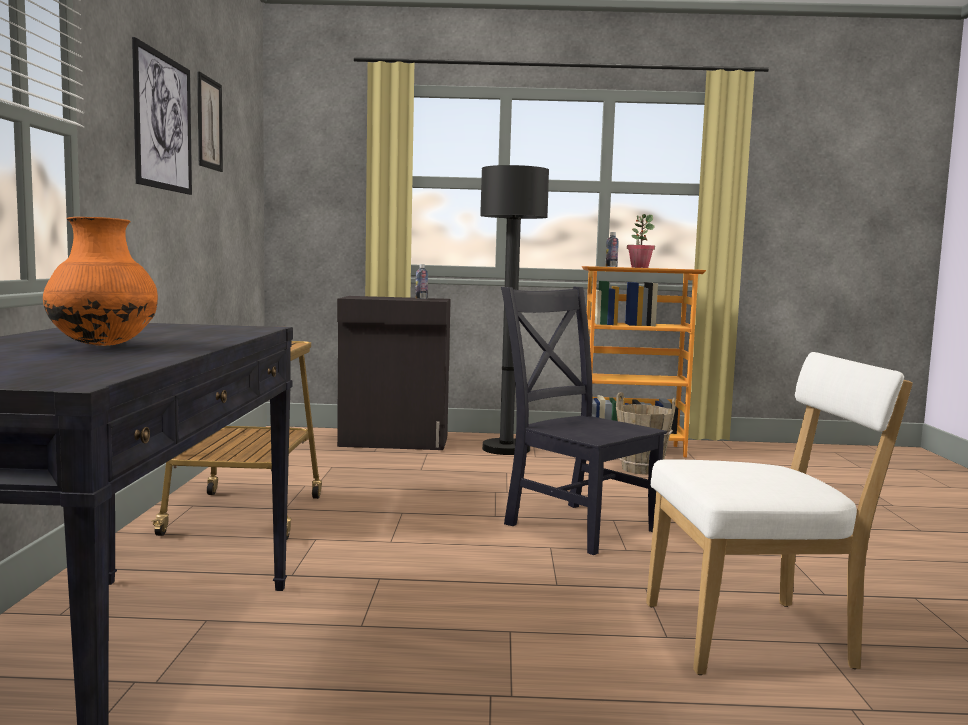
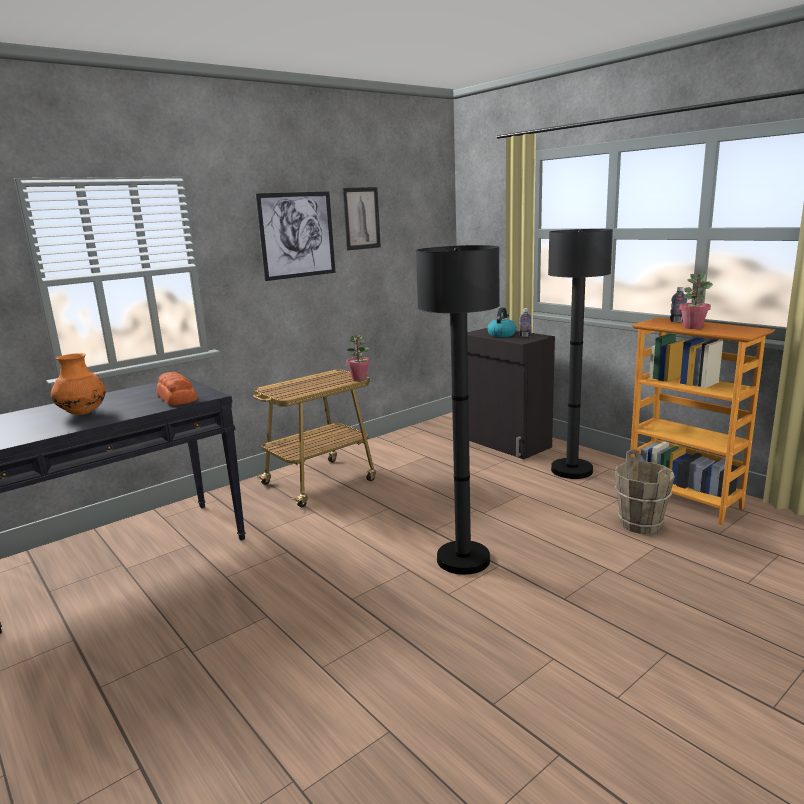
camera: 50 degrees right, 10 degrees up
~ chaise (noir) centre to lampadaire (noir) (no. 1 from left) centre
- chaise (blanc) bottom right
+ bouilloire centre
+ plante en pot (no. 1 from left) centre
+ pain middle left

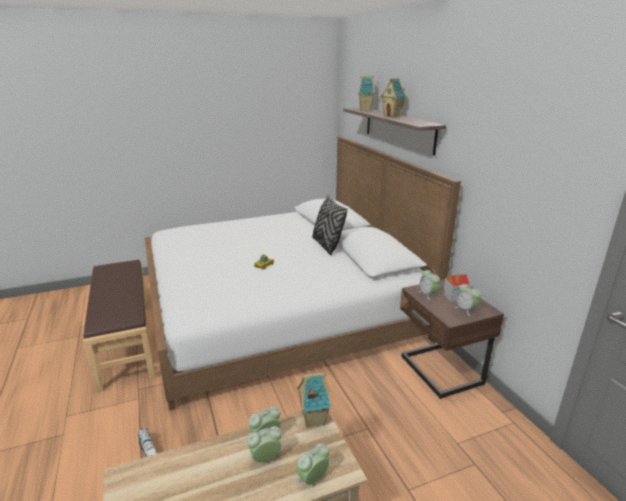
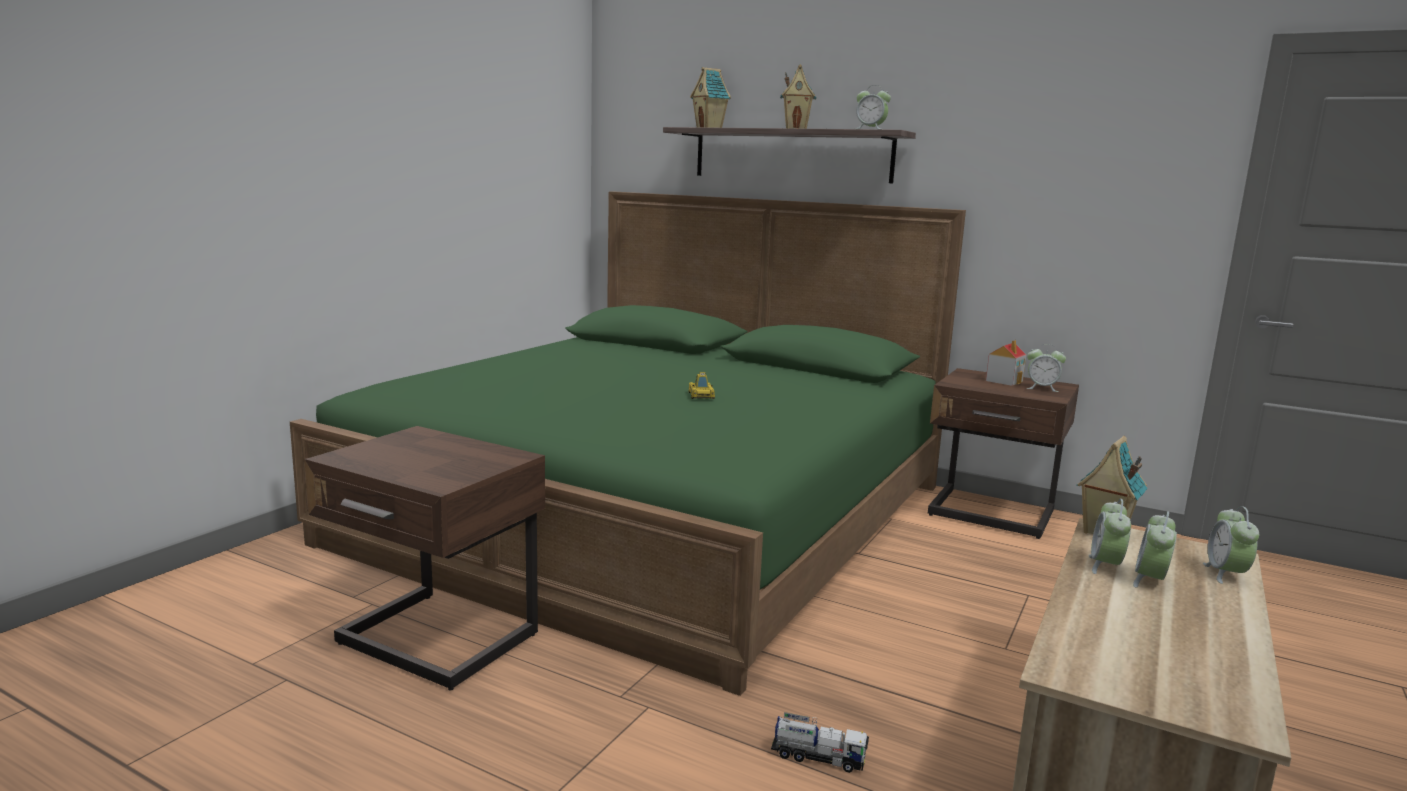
camera: 40 degrees left, 10 degrees down
~ lit (blanc) centre to lit (vert) centre
- coussin (noir) centre
~ banc (marron) middle left to table de chevet (marron) (no. 1 from left) bottom left
~ réveil (no. 4 from left in the first image) middle right to réveil (no. 1 from left) top centre

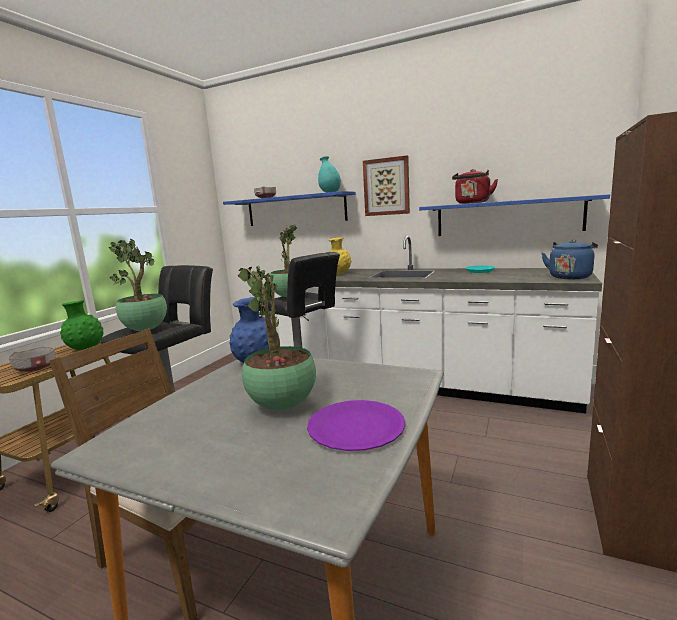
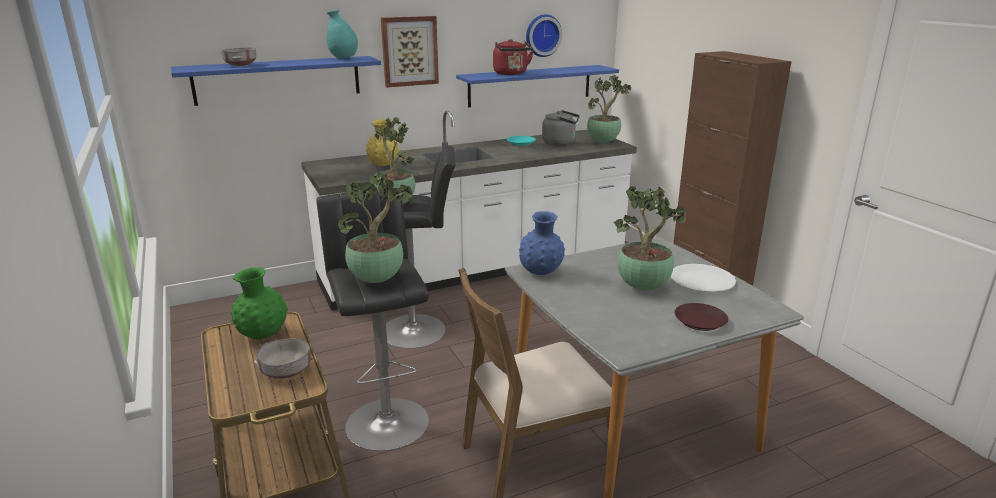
camera: 50 degrees left, 10 degrees up
~ bouilloire (bleu) middle right to plante en pot (no. 3 from left) top centre
~ assiette (violet) bottom centre to assiette (blanc) middle right
+ horloge murale top centre
+ bouilloire (gris) top centre
+ assiette (marron) middle right

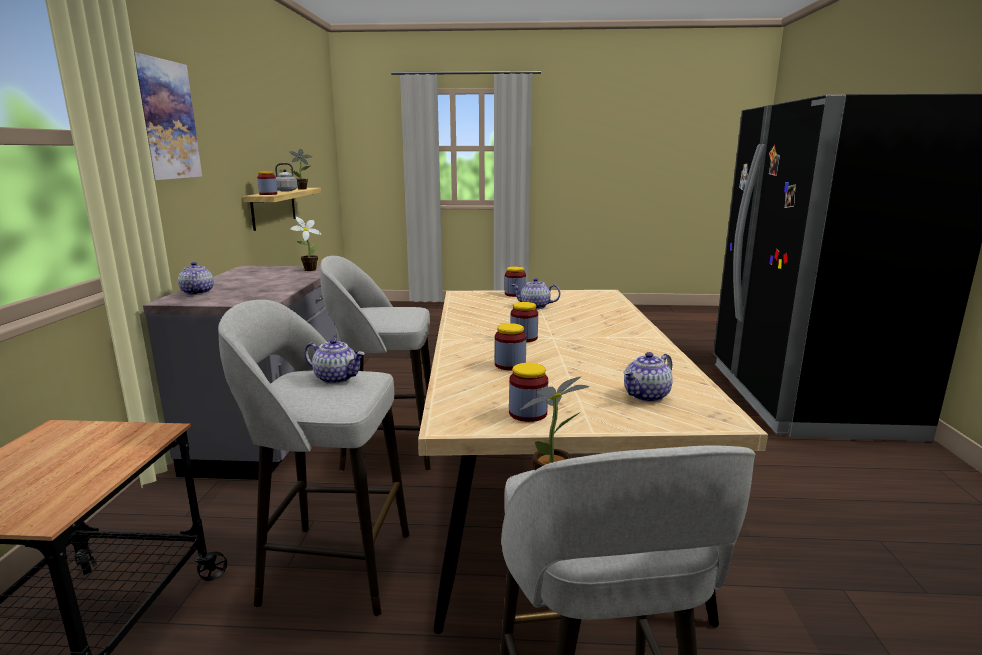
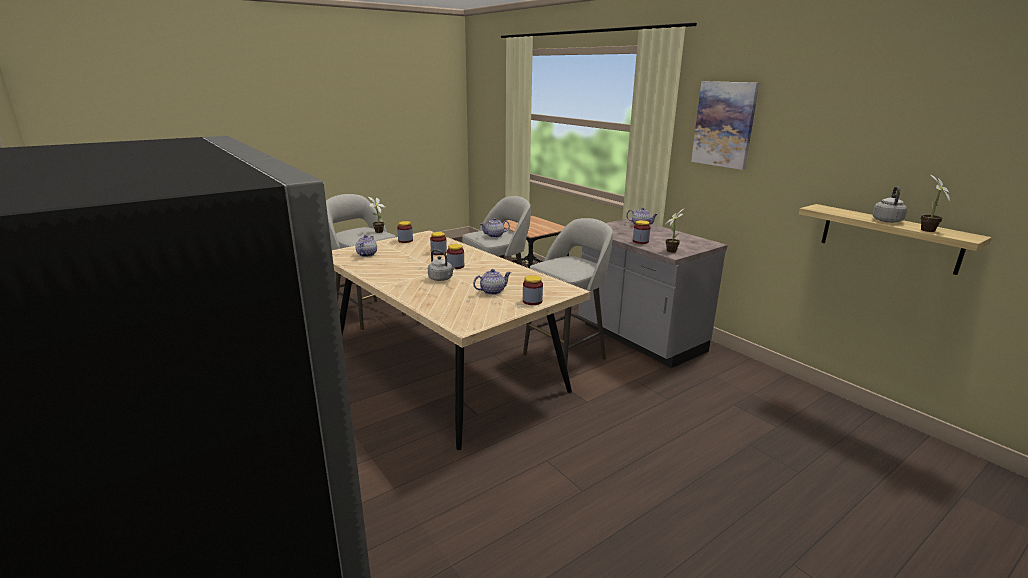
camera: 140 degrees right, 5 degrees up
~ bocal (no. 1 from left in the first image) top left to bocal (no. 5 from left) centre
+ bouilloire (gris) (no. 1 from left) centre

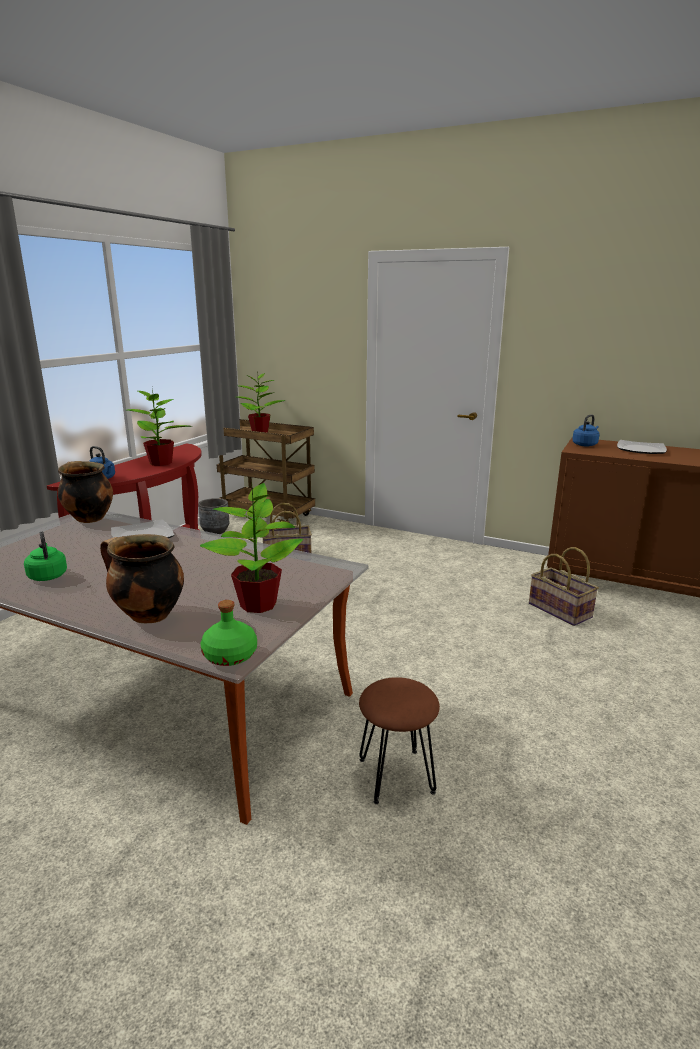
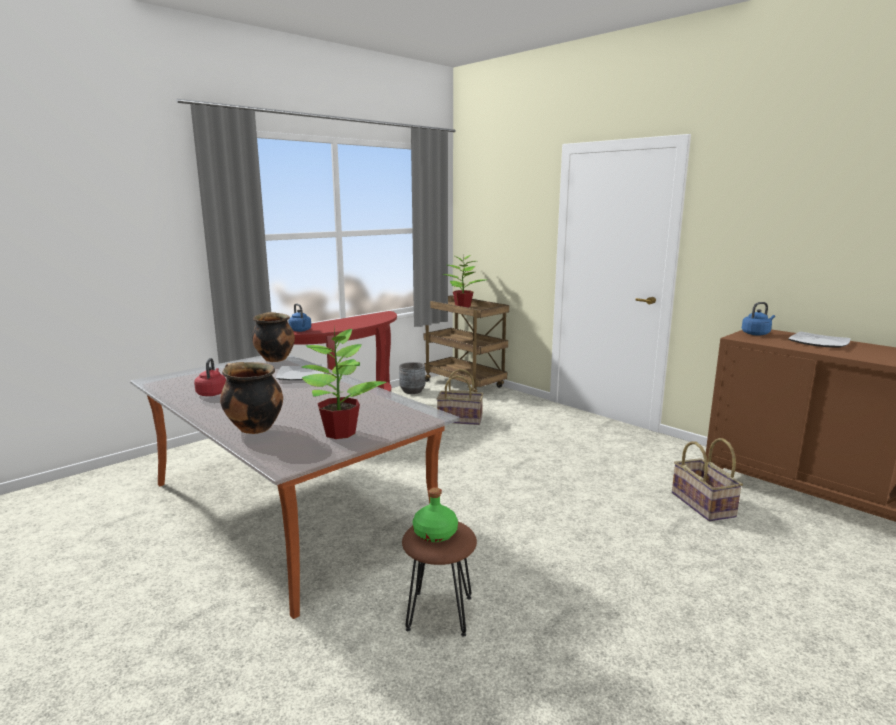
camera: 20 degrees right, 5 degrees down
- plante en pot (no. 1 from left) middle left
~ bouilloire (vert) middle left to bouilloire (rouge) middle left
~ bouteille (vert) middle left to bottom centre

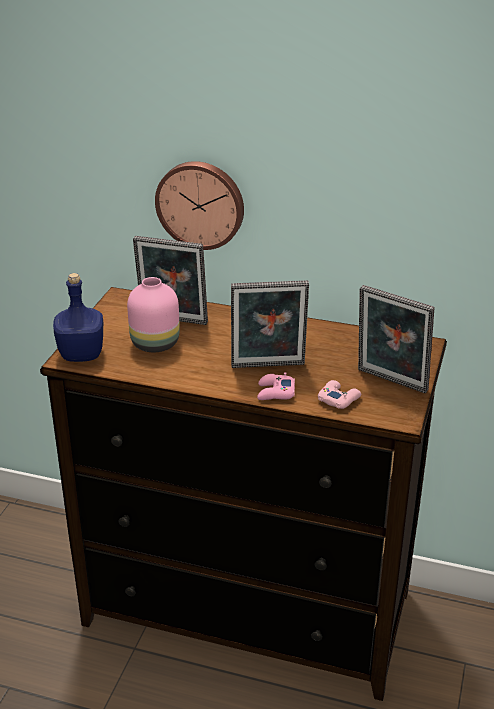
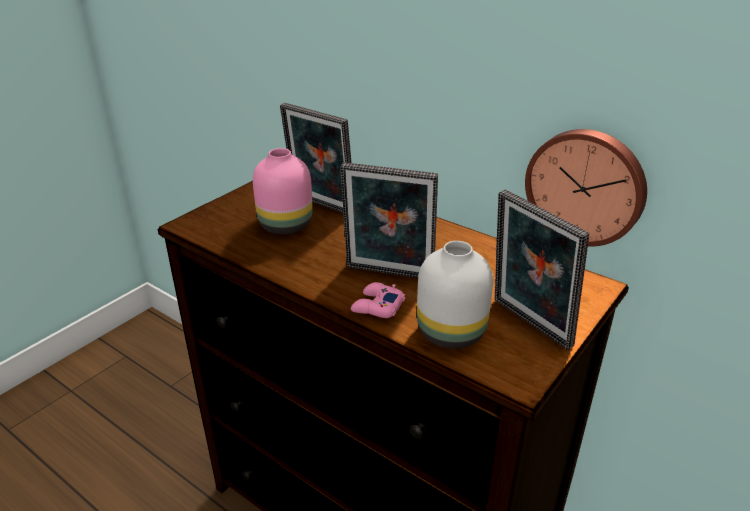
camera: 20 degrees right, 0 degrees up
~ horloge murale top centre to middle right
- bouteille (bleu) middle left
~ manette (rose) (no. 2 from left) middle right to vase (blanc) centre

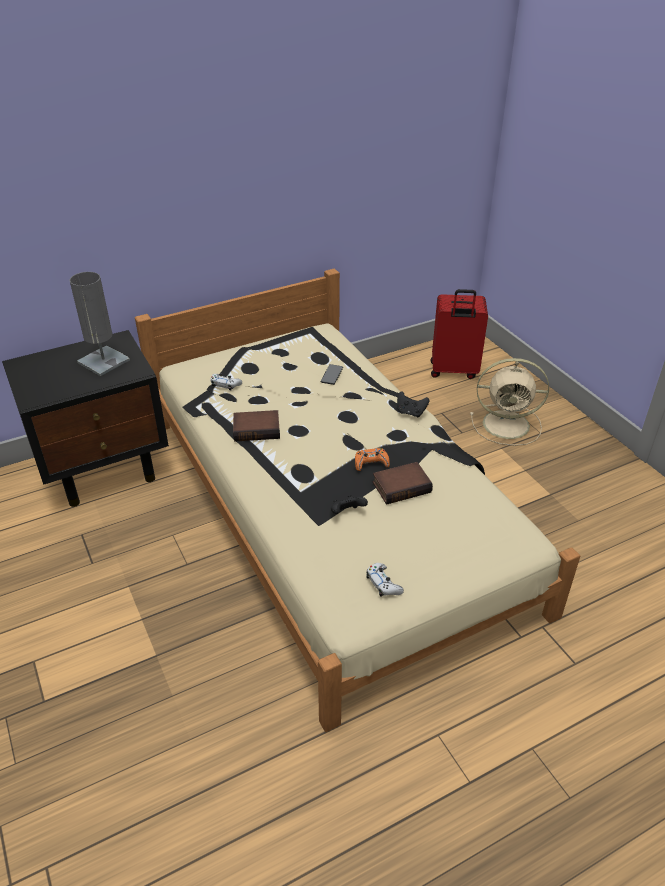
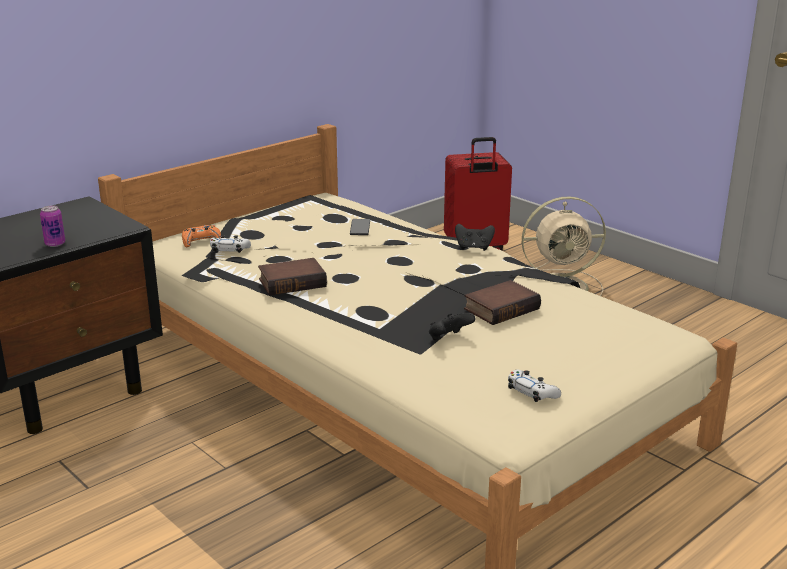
camera: 15 degrees left, 15 degrees down
- lampe de table (gris) middle left
~ manette (orange) centre to middle left
+ boîte métallique middle left

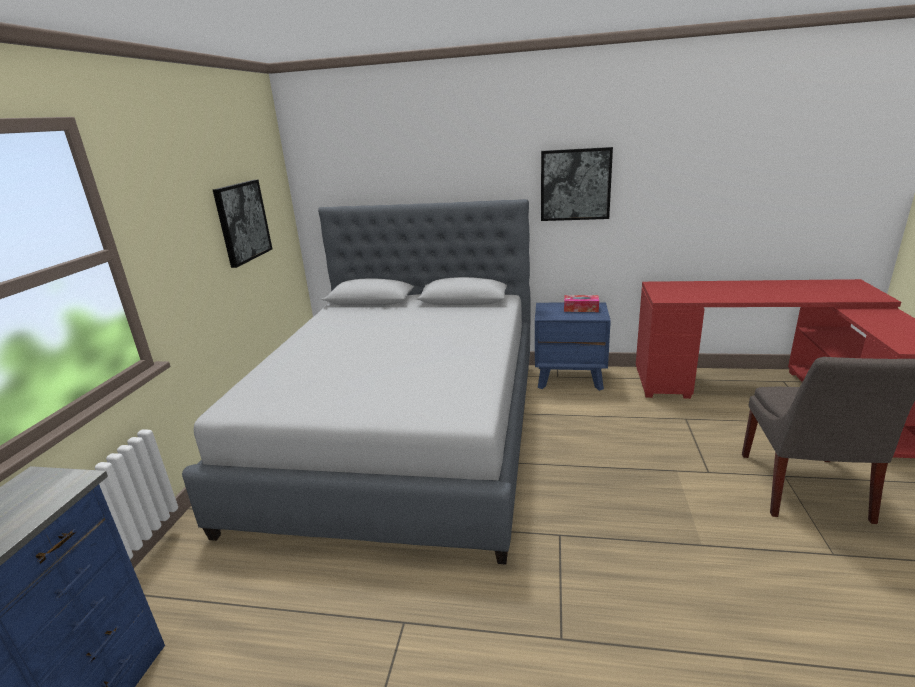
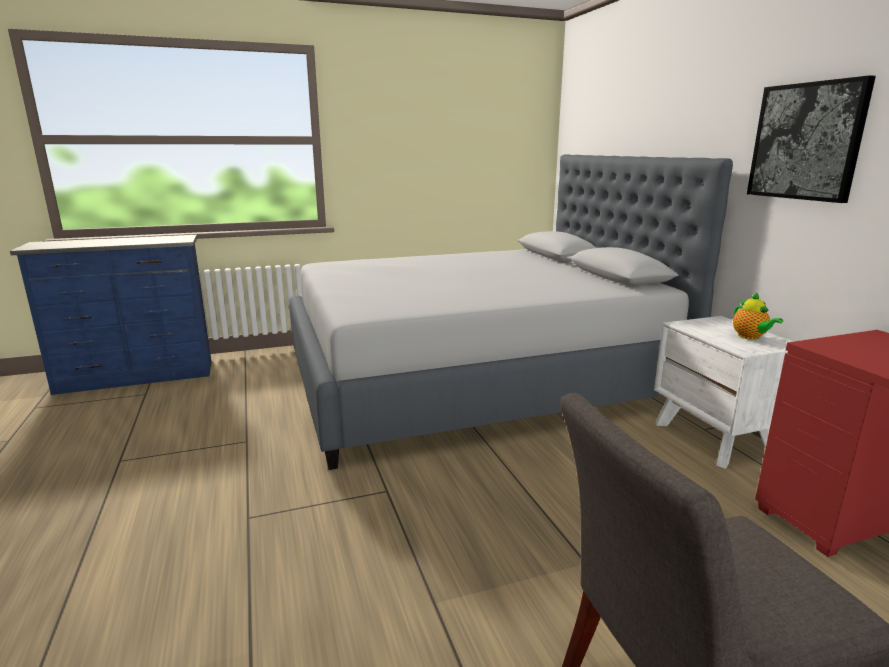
camera: 60 degrees right, 5 degrees down
- tableau (no. 1 from left) top left
~ boîte à mouchoirs centre to théière middle right
~ table de chevet (bleu) centre to table de chevet (blanc) middle right

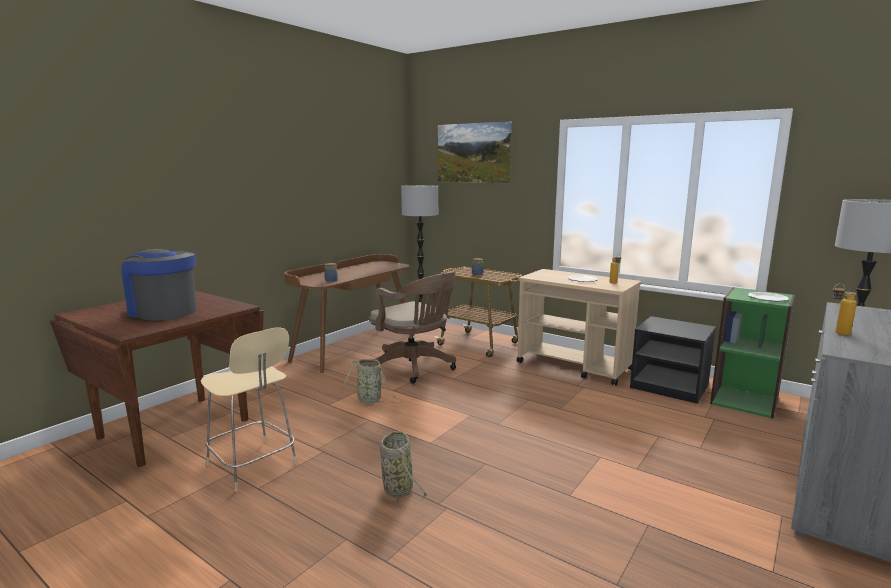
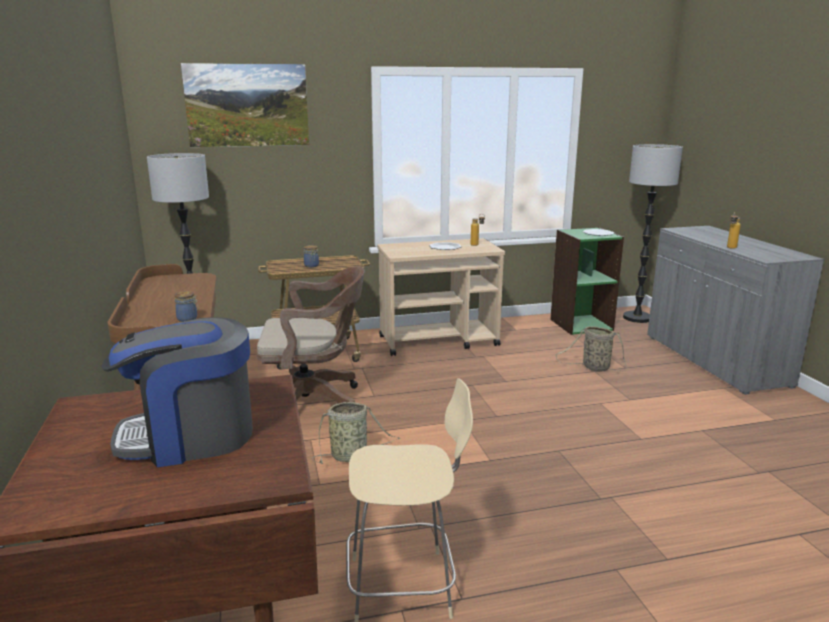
camera: 50 degrees left, 5 degrees up
- table de chevet (noir) middle right
~ panier (no. 2 from left) bottom centre to middle right

